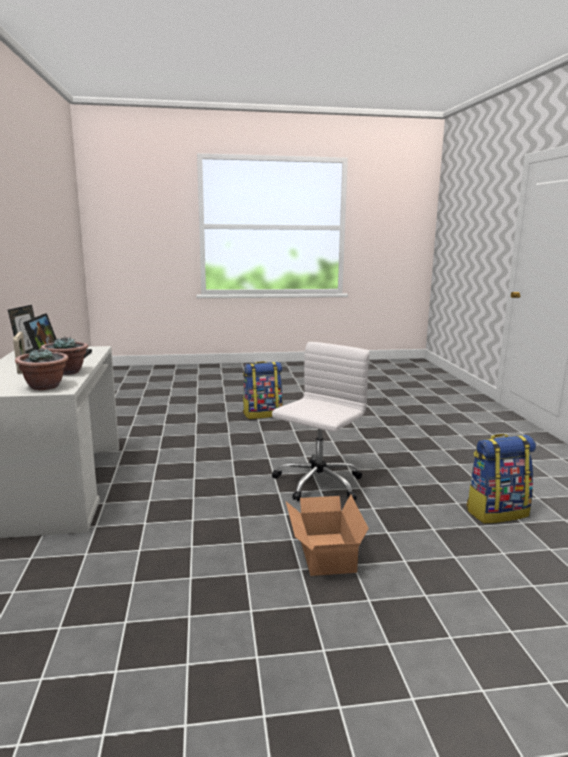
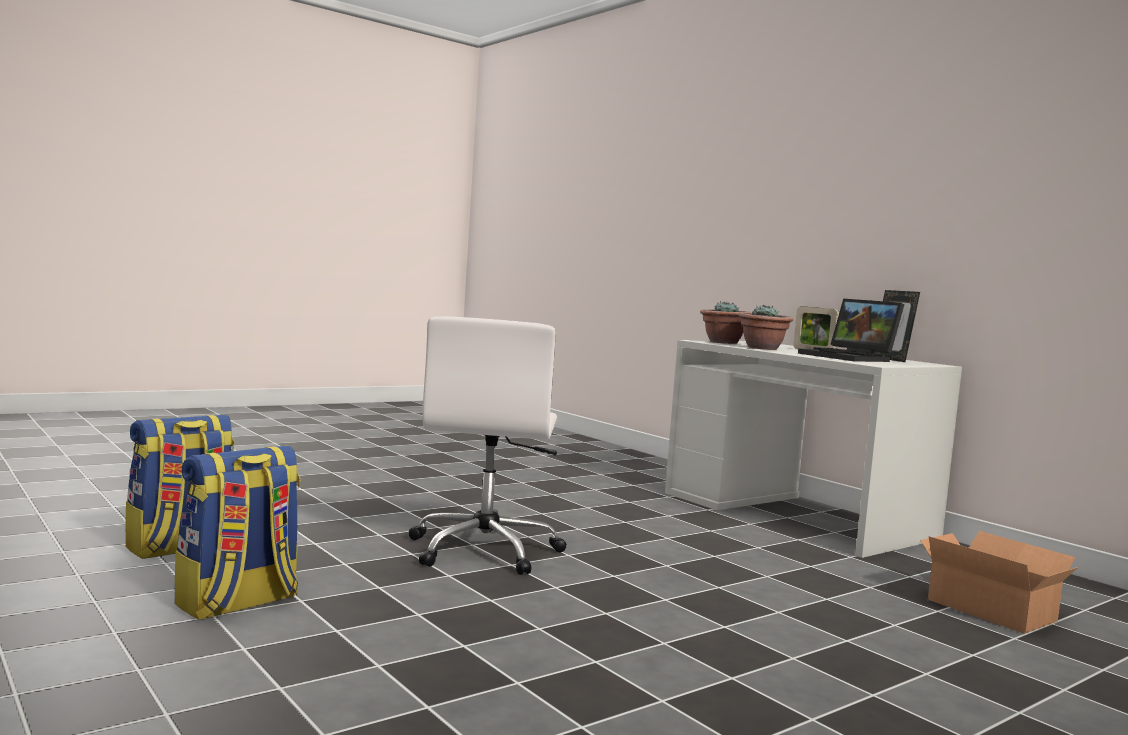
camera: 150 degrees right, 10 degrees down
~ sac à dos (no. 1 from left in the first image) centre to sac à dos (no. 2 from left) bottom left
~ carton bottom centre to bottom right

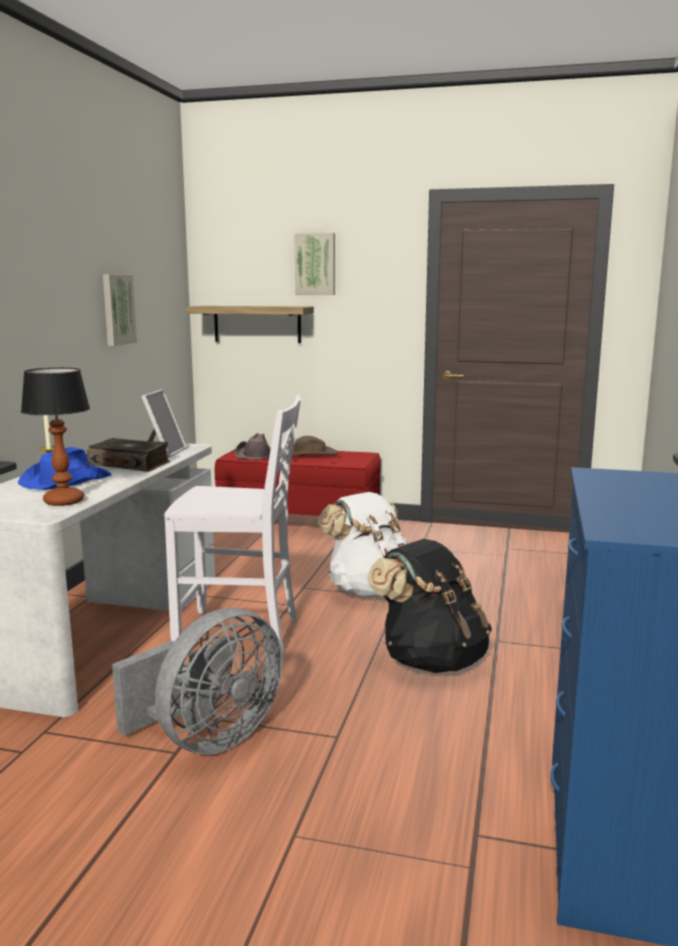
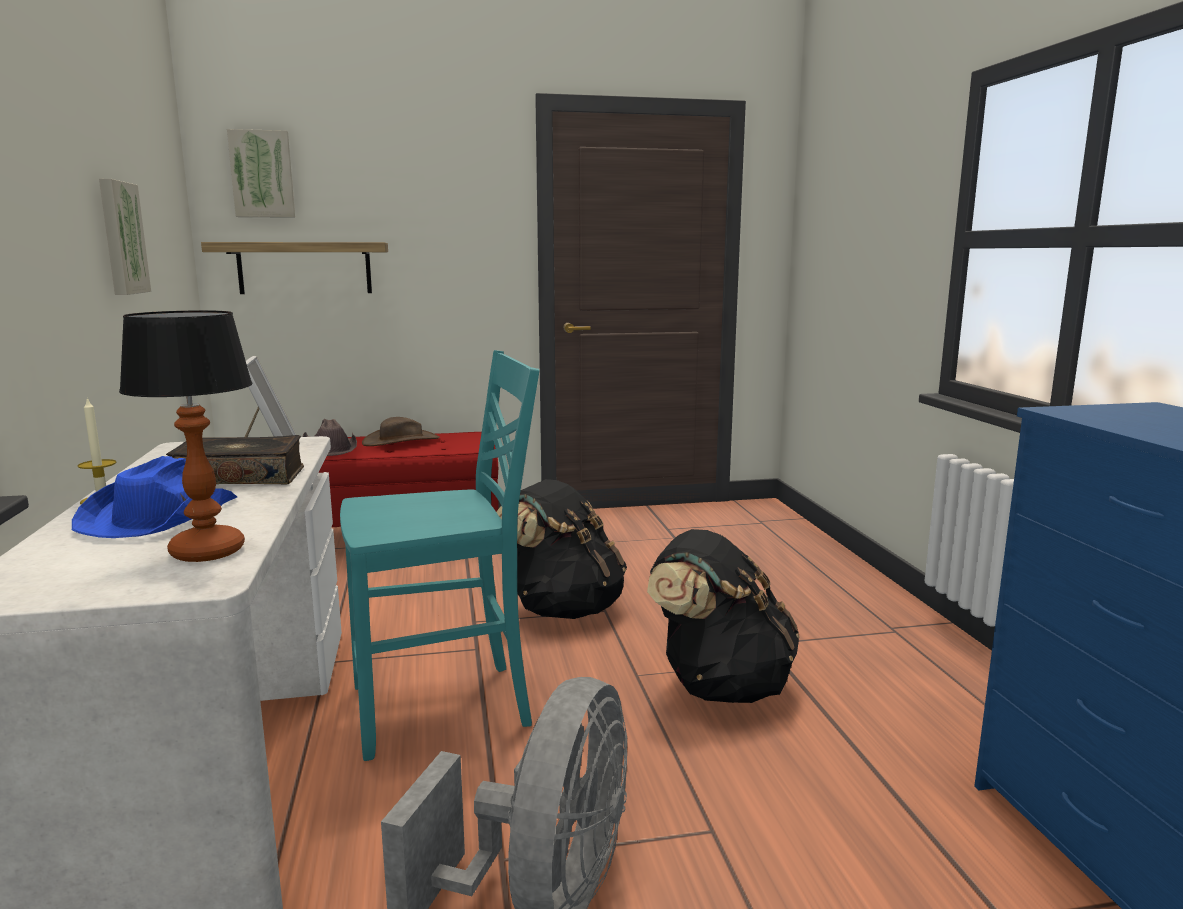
camera: 25 degrees left, 0 degrees up
~ tableau (no. 2 from left) top centre to top left
~ chaise (blanc) centre to chaise (turquoise) centre
~ sac à dos (blanc) centre to sac à dos (noir) (no. 1 from left) centre

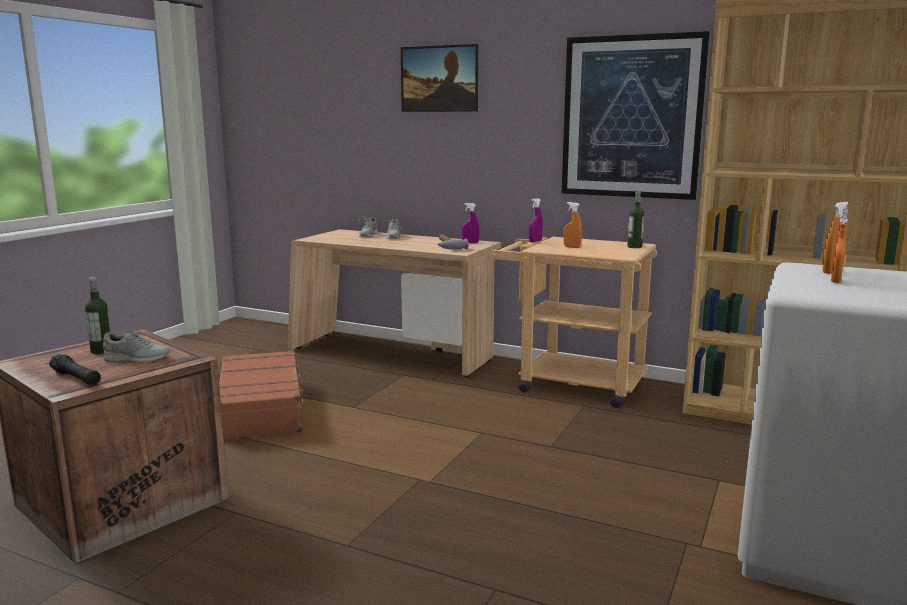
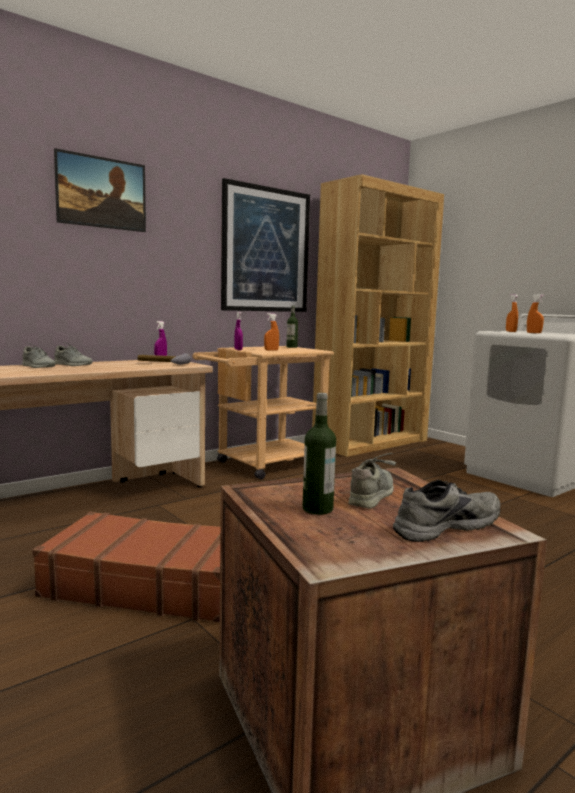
camera: 65 degrees left, 5 degrees down
~ lampe de poche (noir) middle left to chaussure (gris) (no. 4 from left) middle right

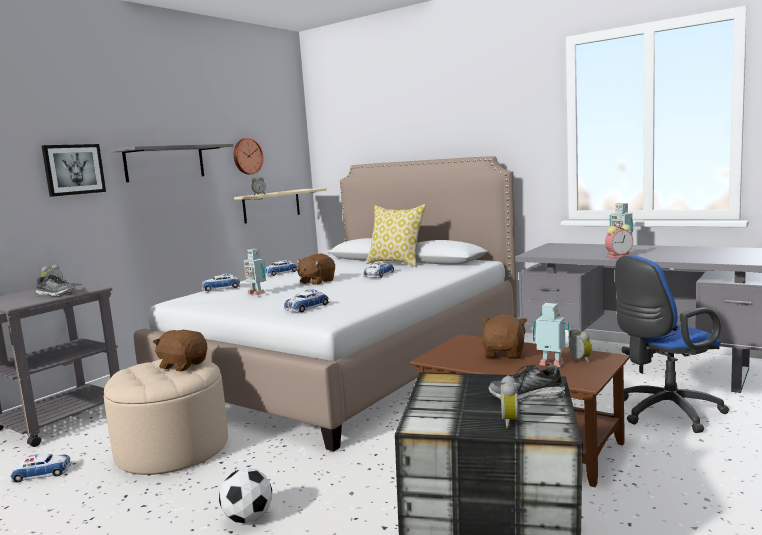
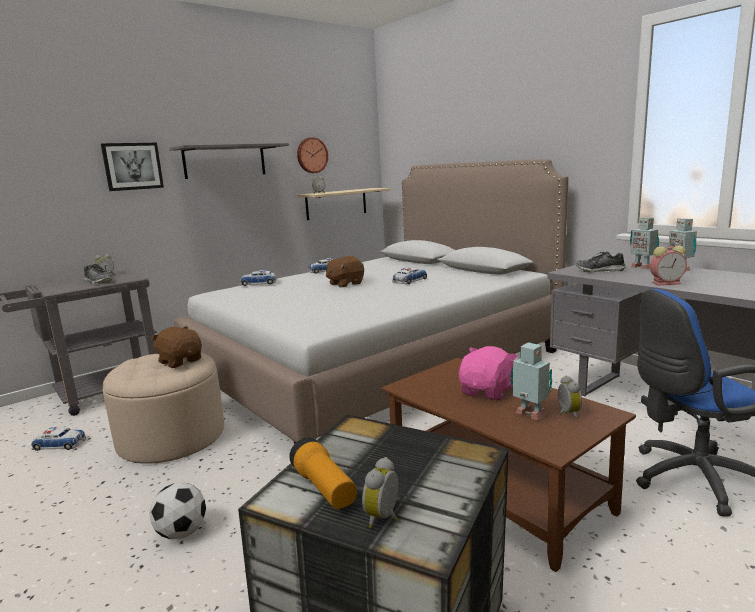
camera: 15 degrees right, 5 degrees up
- coussin centre
~ robot jouet (no. 1 from left in the first image) centre to robot jouet (no. 2 from left) middle right
- petite voiture (no. 4 from left) centre
~ peluche (marron) (no. 3 from left) centre to peluche (rose) centre
~ chaussure (no. 2 from left) bottom right to middle right
+ lampe de poche bottom centre

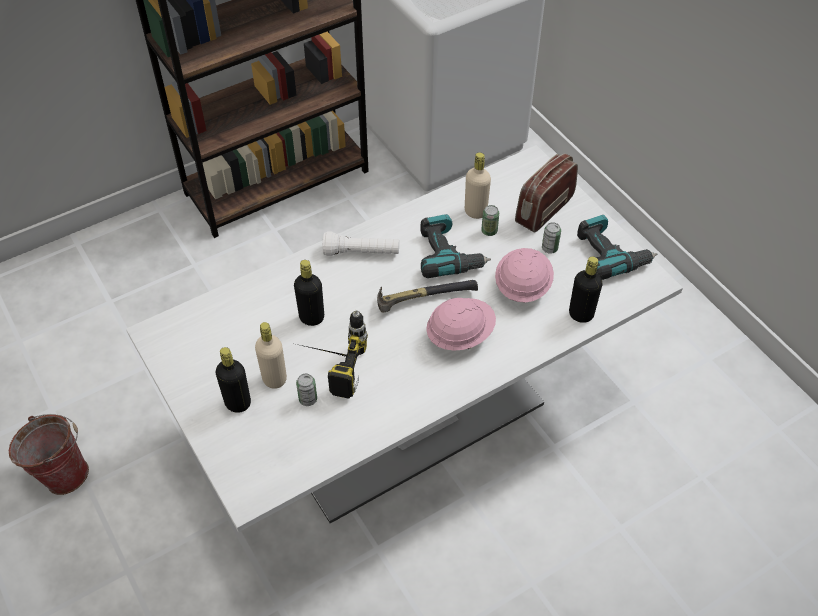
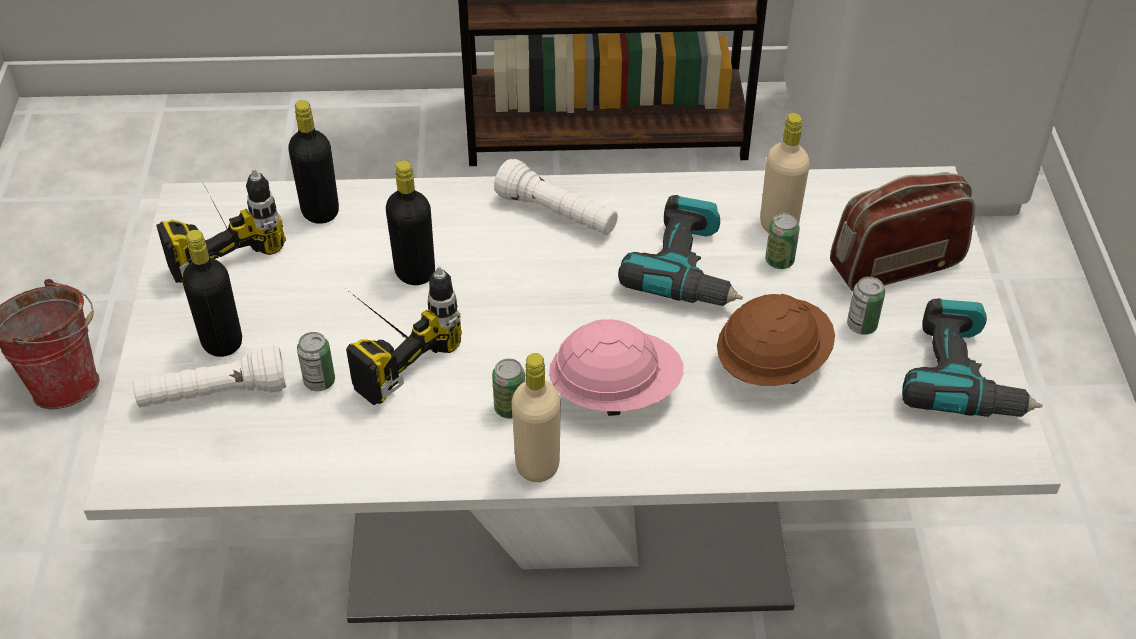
camera: 30 degrees right, 5 degrees down
~ casque de chantier (rose) (no. 2 from left) centre to casque de chantier (marron) middle right
~ bouteille (noir) (no. 3 from left in the first image) middle right to bouteille (noir) (no. 2 from left) top left
- marteau centre
~ bouteille (beige) (no. 1 from left) middle left to centre
+ perceuse (no. 1 from left) middle left
+ lampe de poche (blanc) (no. 1 from left) middle left
+ boîte métallique (no. 2 from left) centre

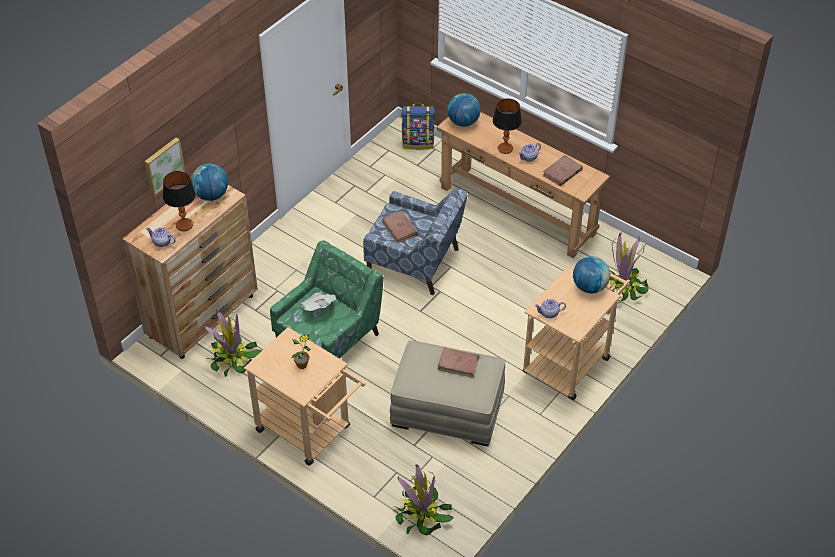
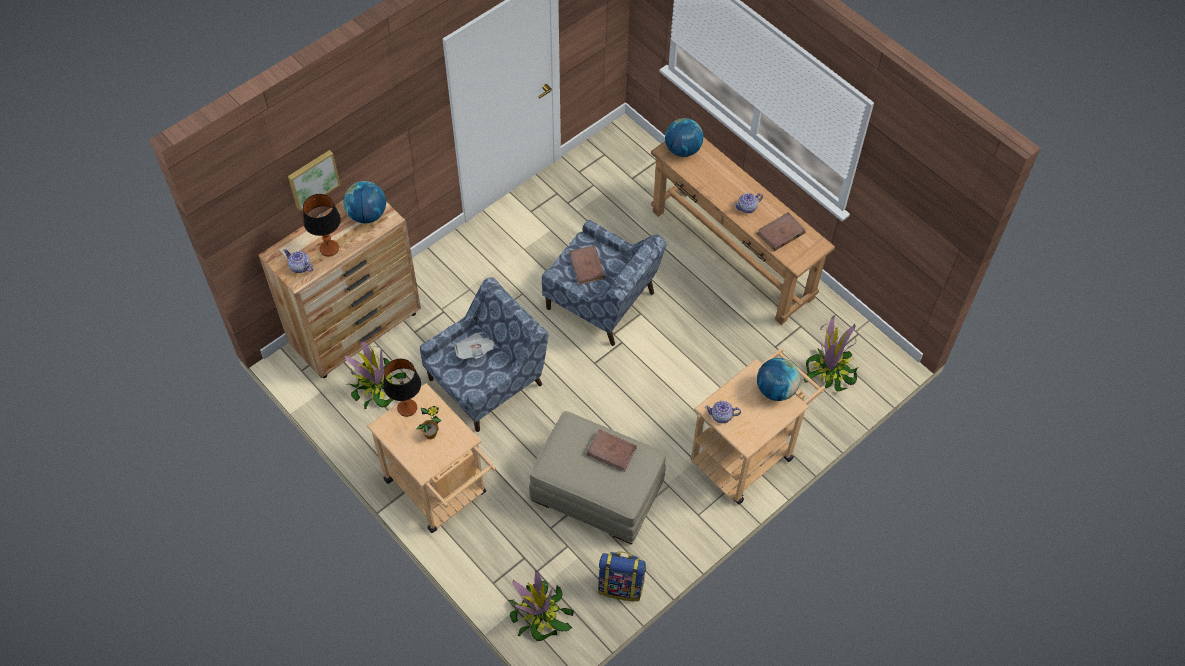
camera: 10 degrees right, 10 degrees up
~ lampe de table (no. 2 from left) top centre to centre
~ sac à dos top centre to bottom centre
~ fauteuil (vert) centre to fauteuil (bleu) (no. 1 from left) centre

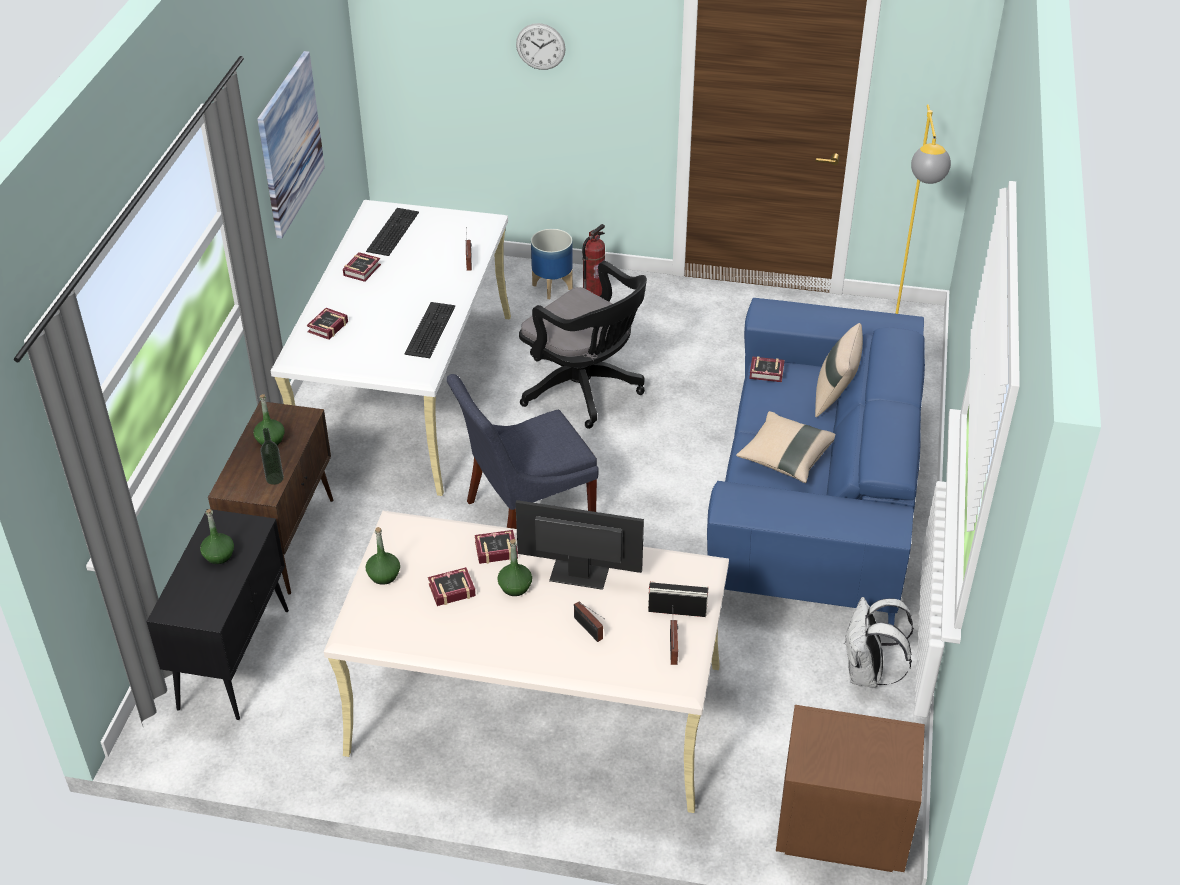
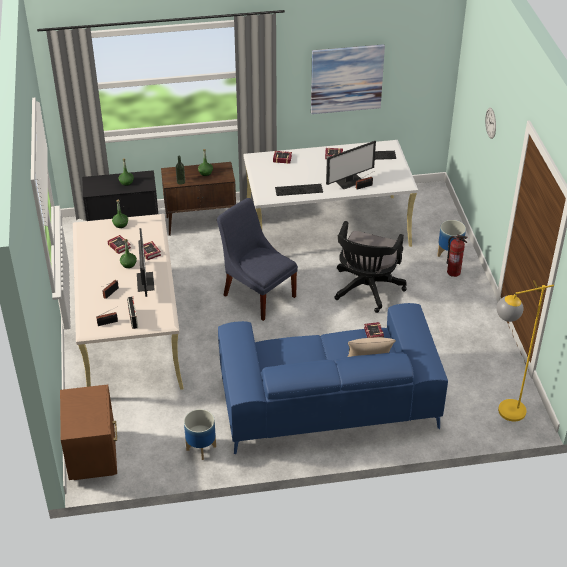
camera: 70 degrees right, 0 degrees up
- coussin (beige) (no. 1 from left) centre
~ sac à dos (blanc) bottom right to cache-pot (no. 1 from left) bottom centre
+ écran d'ordinateur (no. 2 from left) top centre

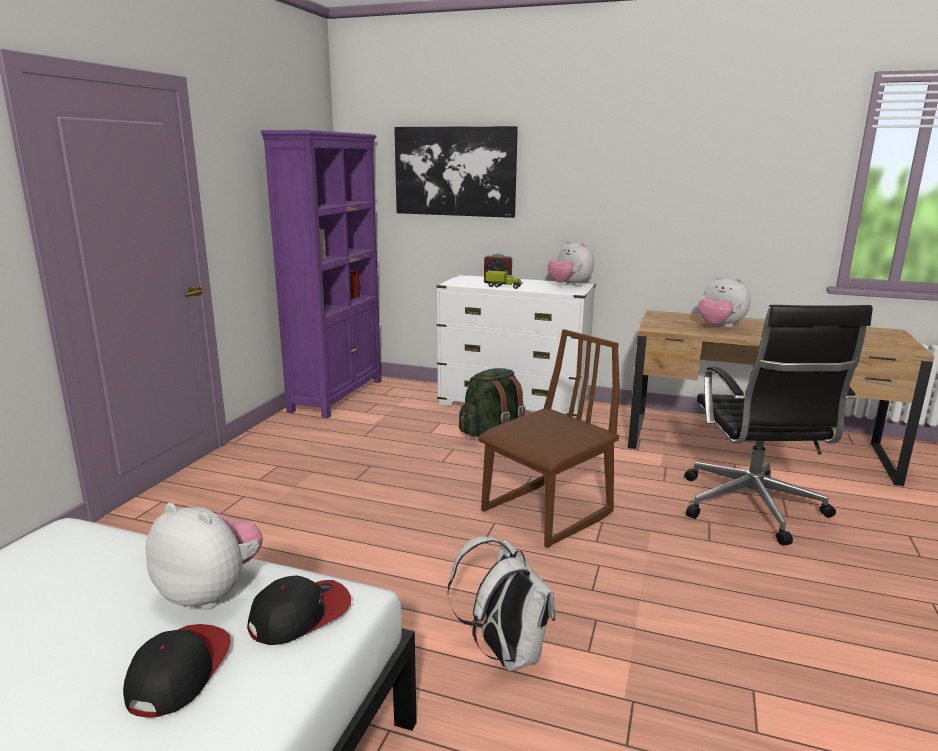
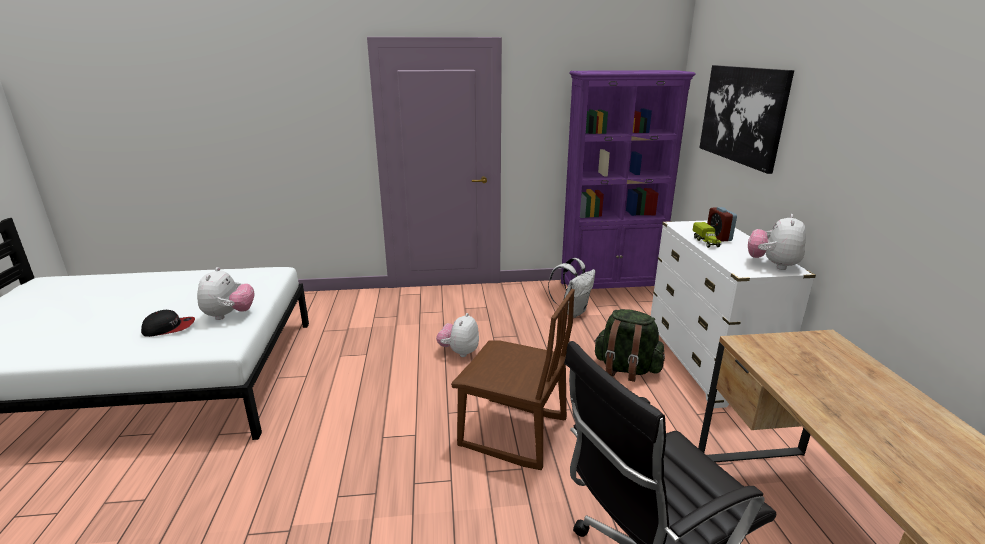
camera: 65 degrees right, 5 degrees up
~ peluche (no. 3 from left in the first image) middle right to peluche (no. 2 from left) centre
~ sac à dos (blanc) bottom centre to centre
- casquette (no. 2 from left) bottom left

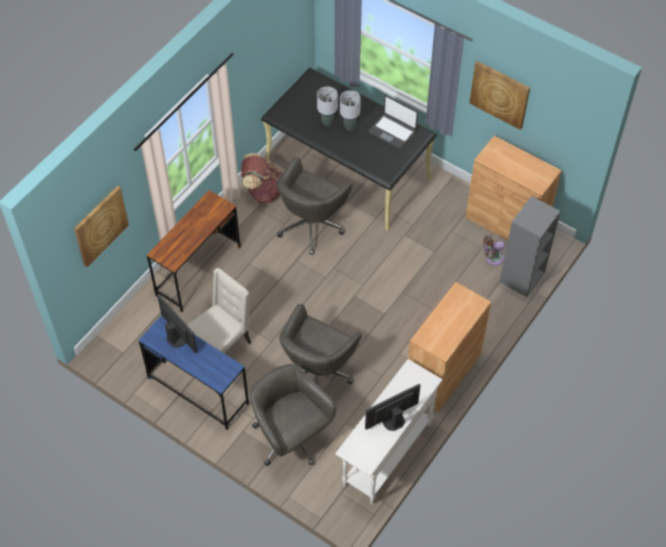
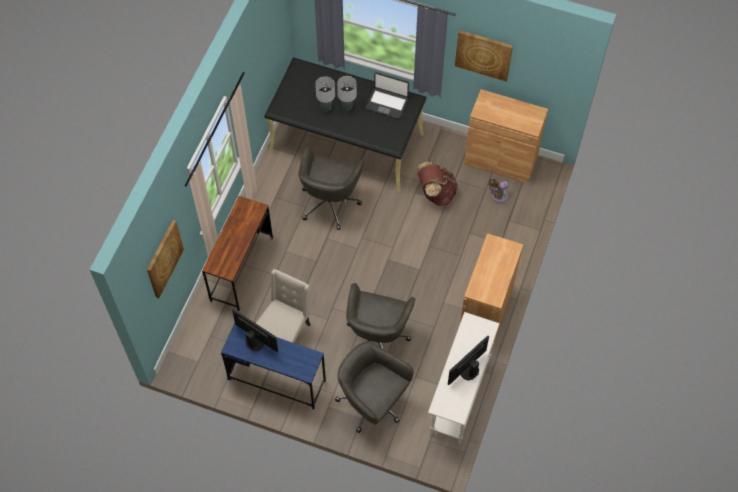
camera: 15 degrees left, 5 degrees up
~ sac à dos (marron) top centre to centre
- bibliothèque (gris) middle right

